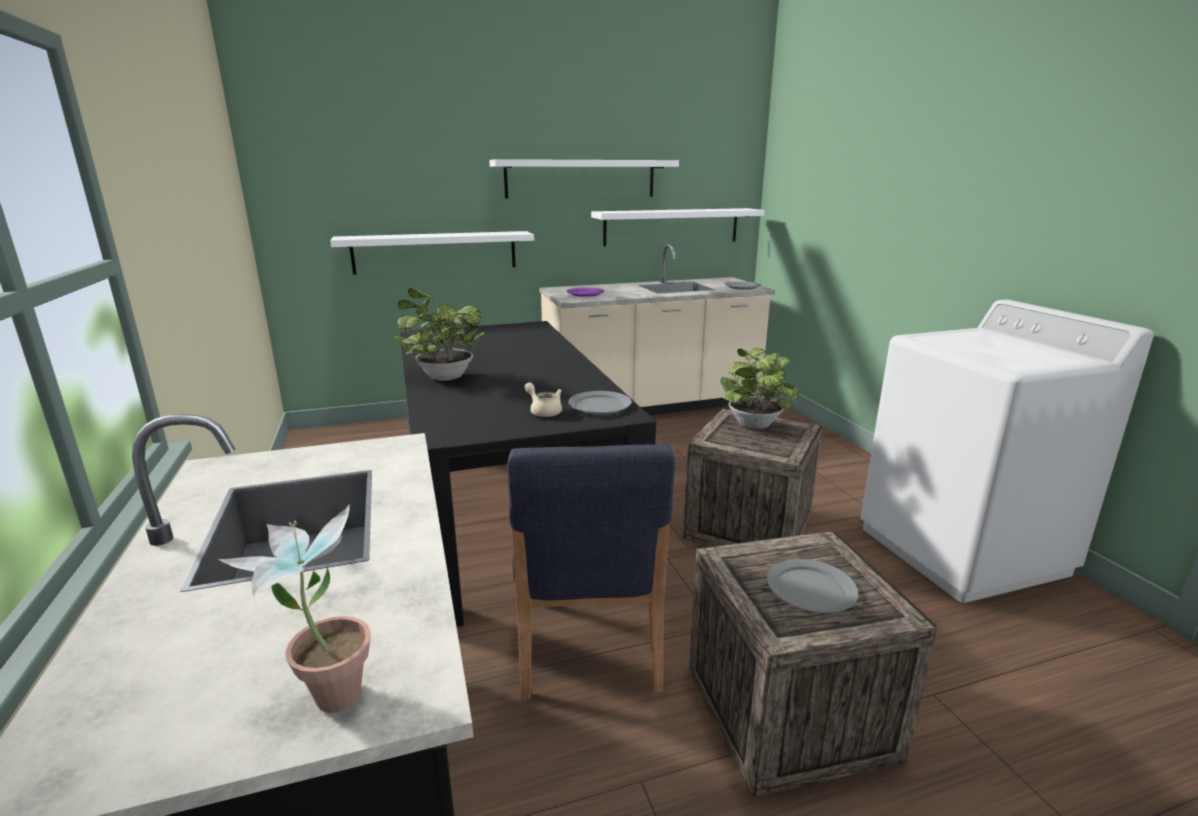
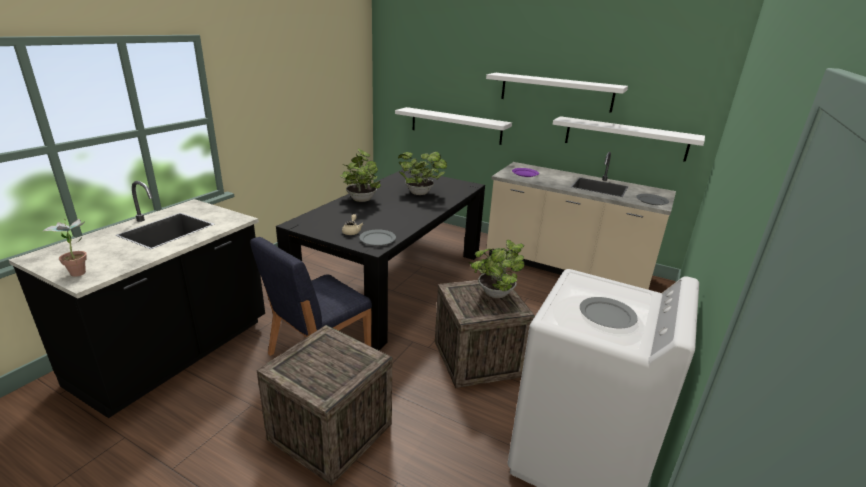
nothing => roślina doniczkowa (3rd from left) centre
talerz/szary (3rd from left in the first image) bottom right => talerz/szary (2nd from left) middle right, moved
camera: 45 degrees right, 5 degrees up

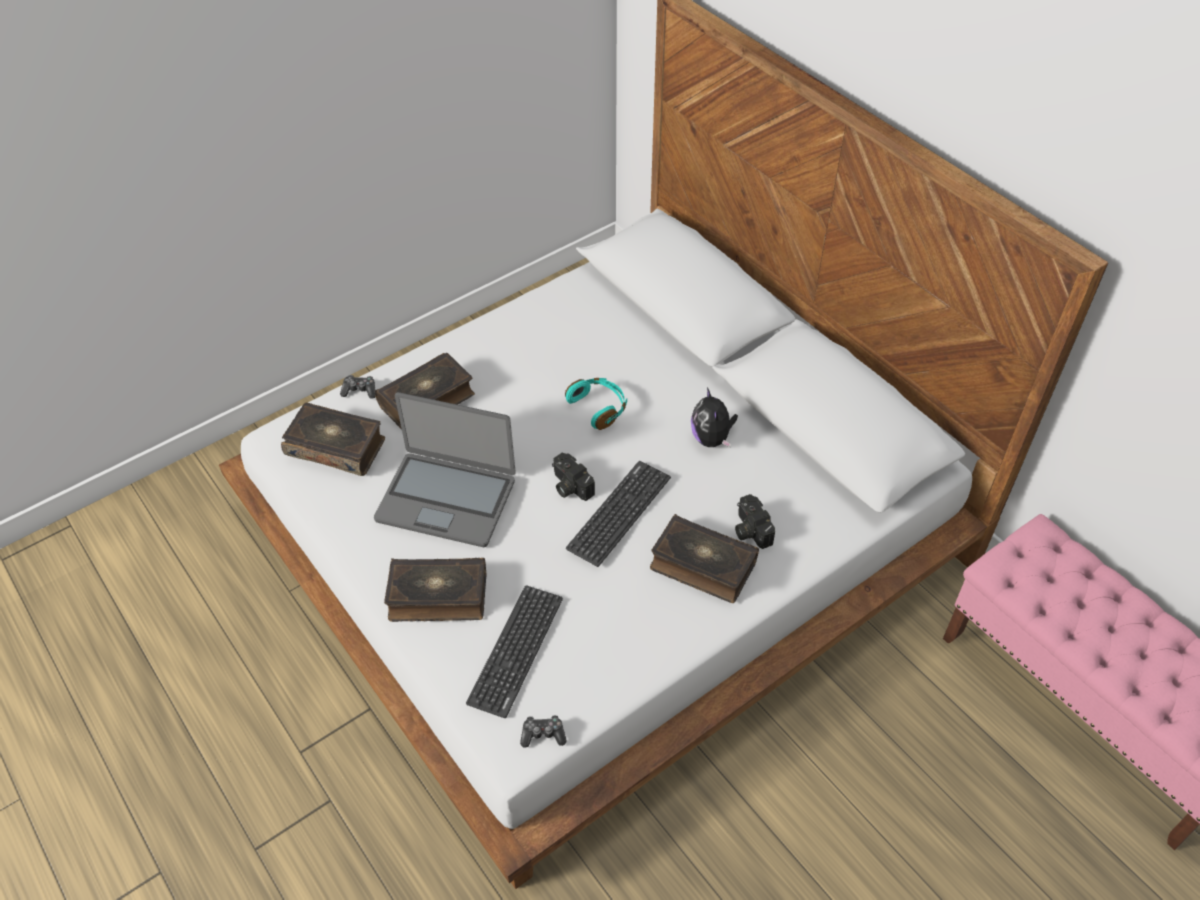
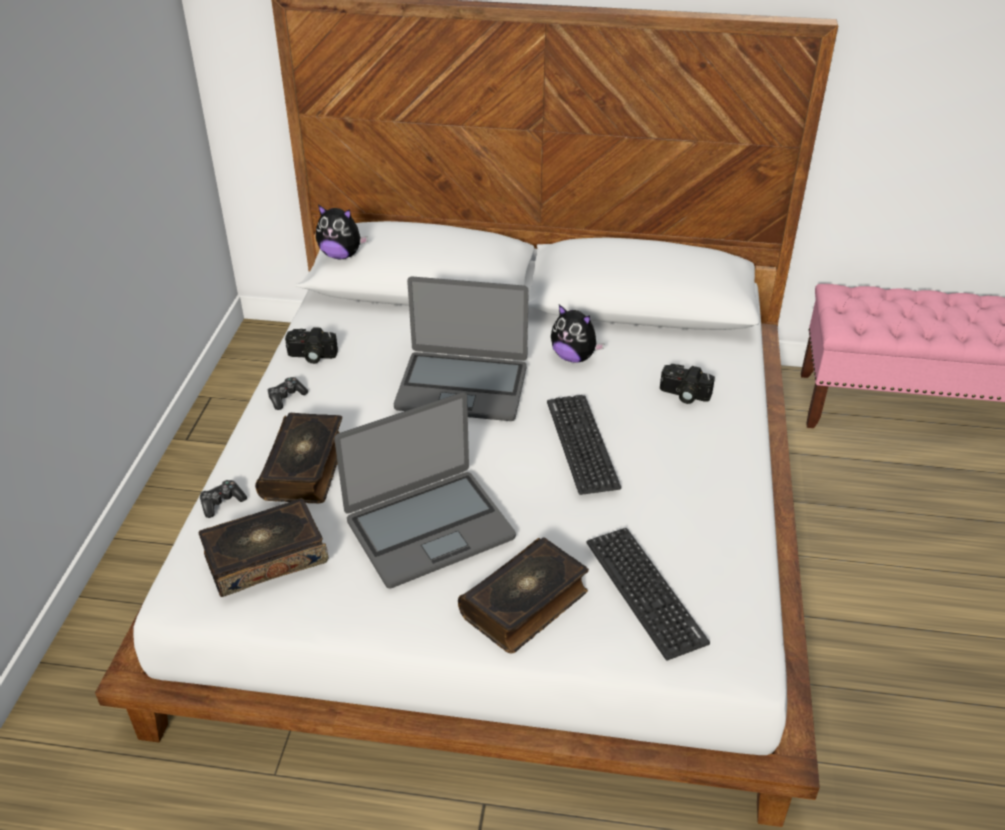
książka (4th from left) centre => nothing
nothing => pluszak (1st from left) top centre
pad do gier (2nd from left) bottom centre => pad do gier (2nd from left) middle left, moved
aparat fotograficzny (1st from left) centre => aparat fotograficzny (1st from left) middle left, moved
słuchawki/turkusowy centre => laptop (2nd from left) centre
camera: 45 degrees left, 10 degrees down

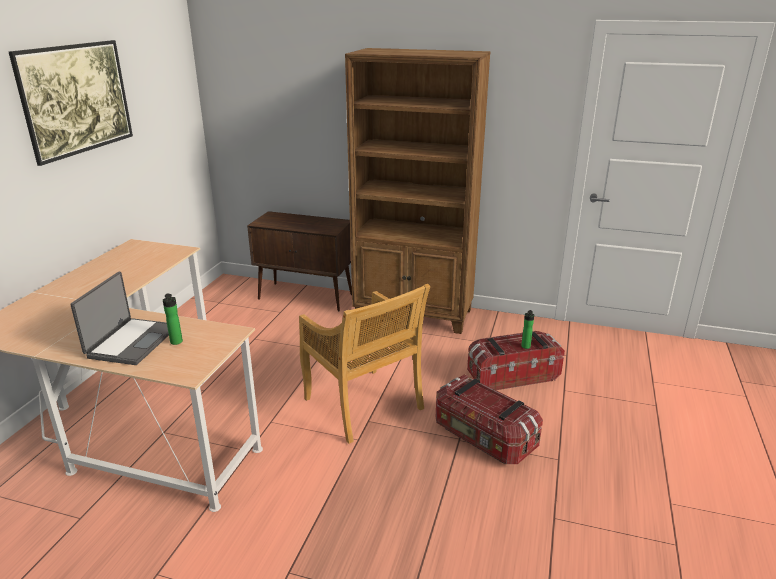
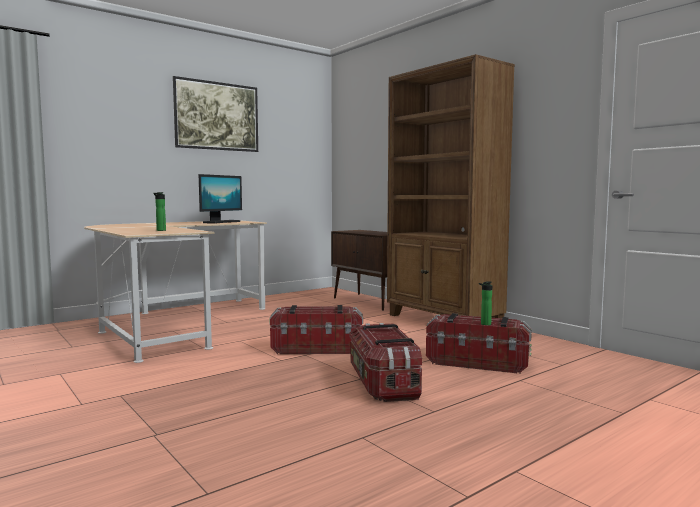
laptop middle left => nothing
nothing => monitor middle left
krzesło/beżowy centre => pojemnik do przechowywania (1st from left) centre
camera: 35 degrees right, 20 degrees down

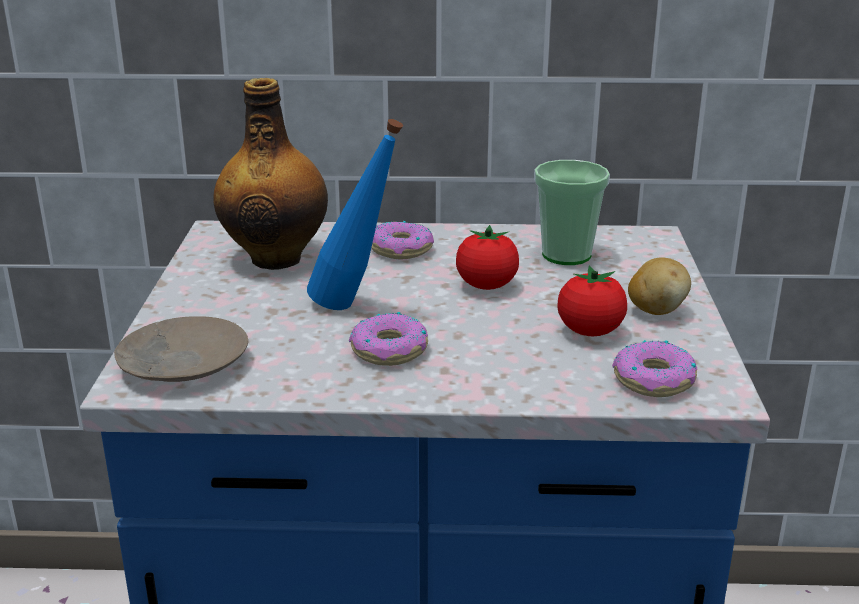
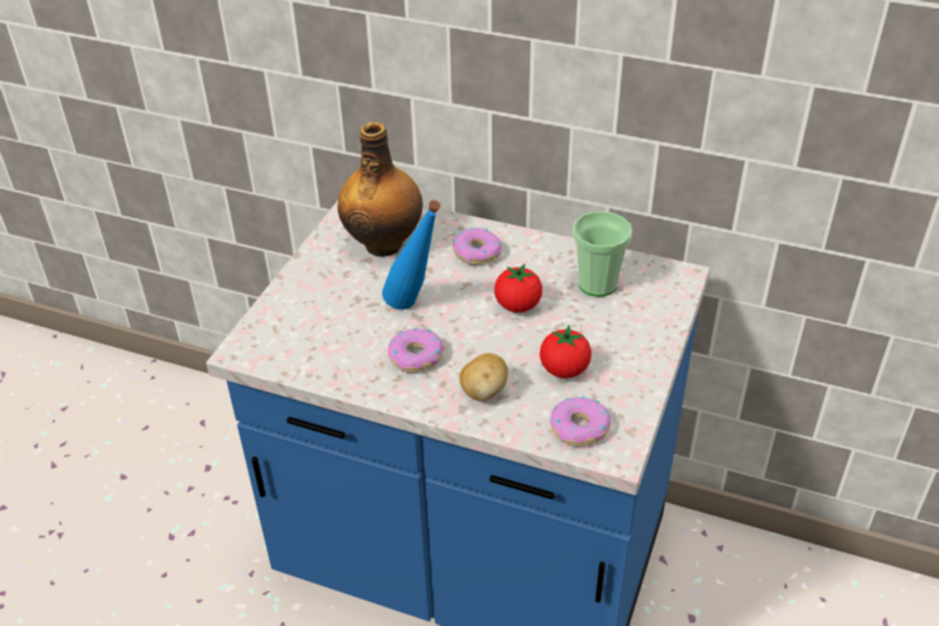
talerz/beżowy middle left => nothing
ziemniak middle right => ziemniak centre, moved
camera: 20 degrees right, 15 degrees up

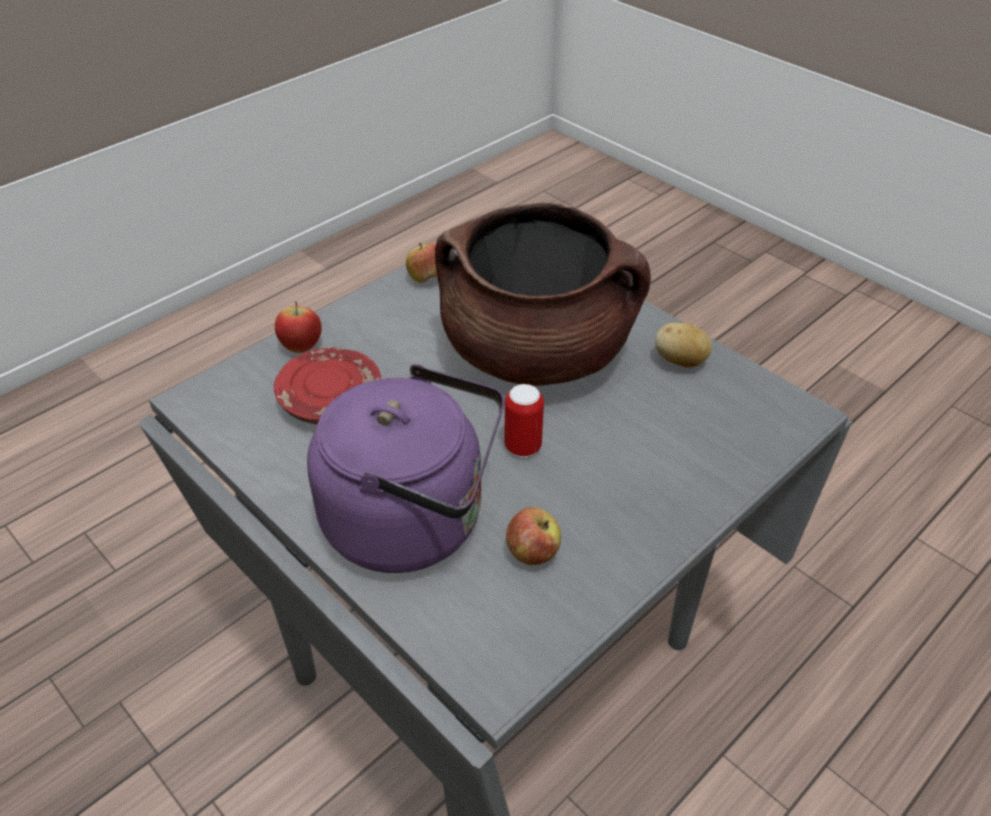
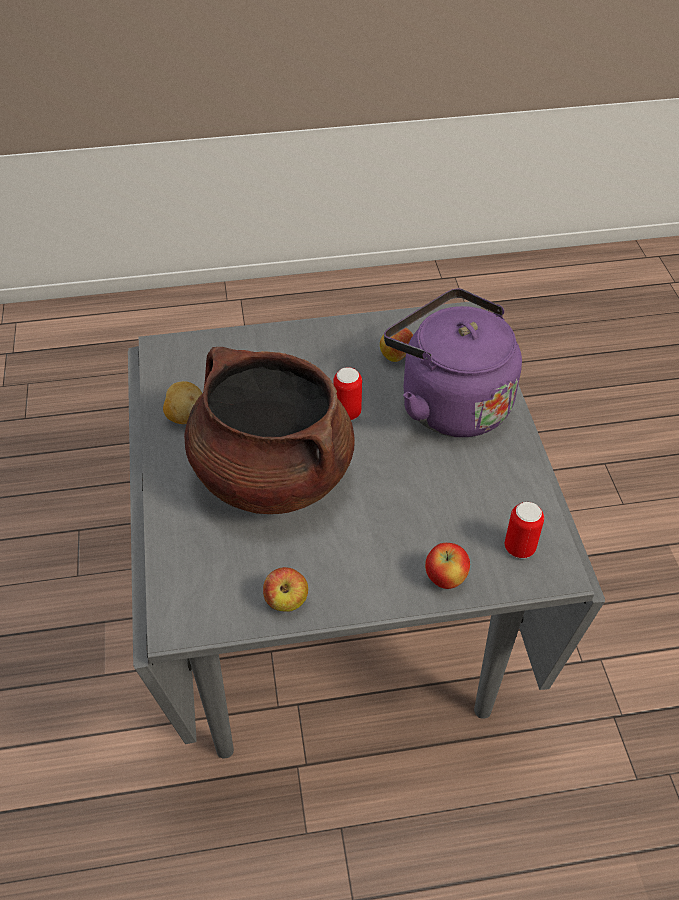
talerz/czerwony middle left => nothing
nothing => puszka (2nd from left) middle right
camera: 145 degrees left, 5 degrees up

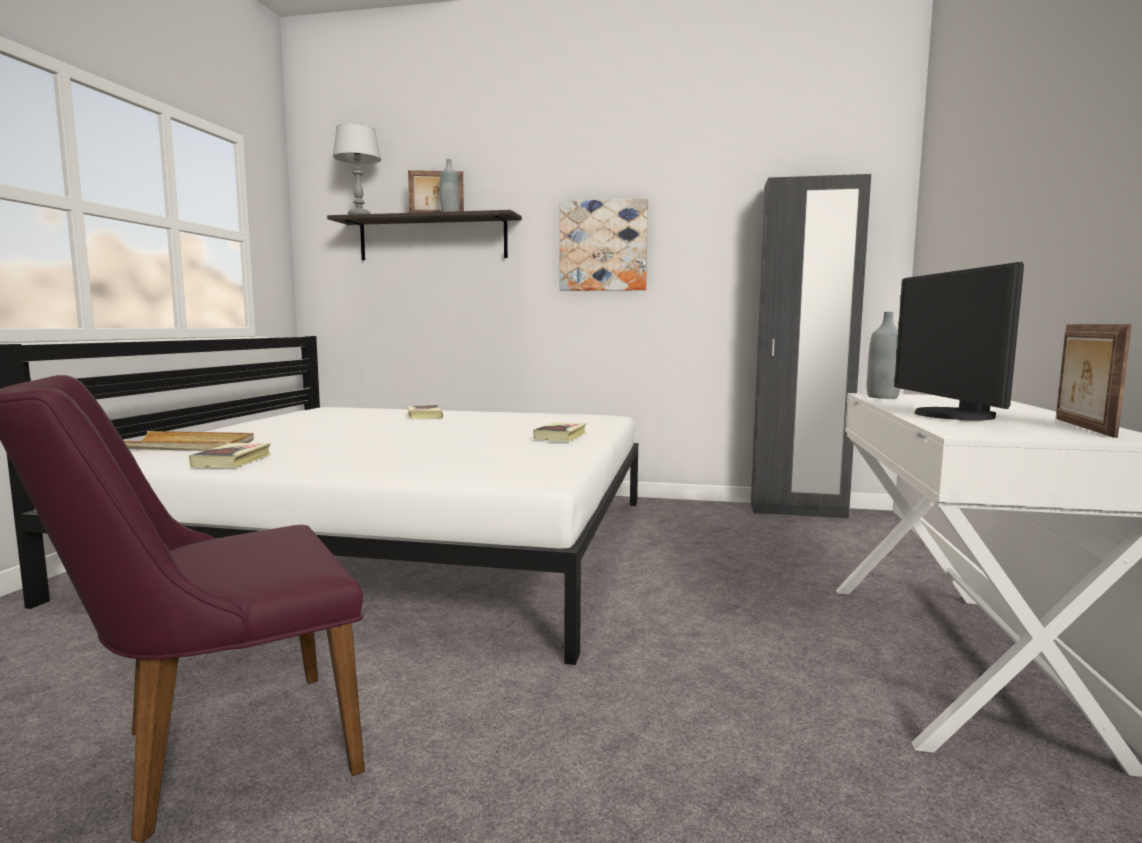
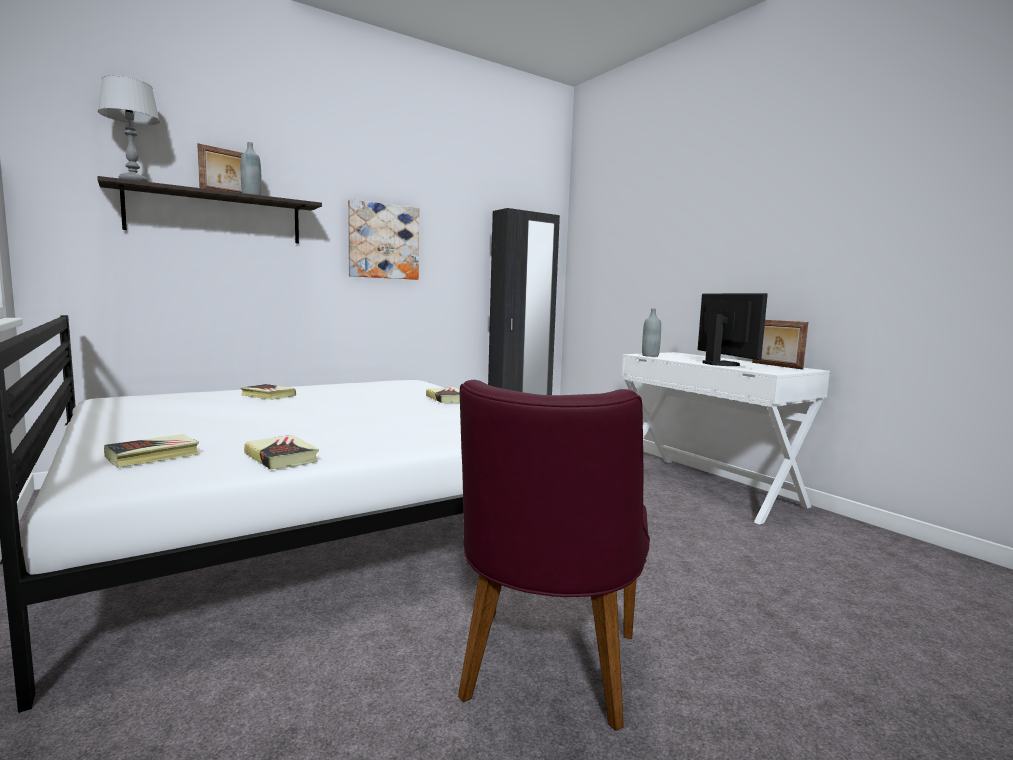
taca/beżowy middle left => książka (1st from left) middle left
monitor middle right, 150 degrees counterclockwise
camera: 45 degrees left, 0 degrees up

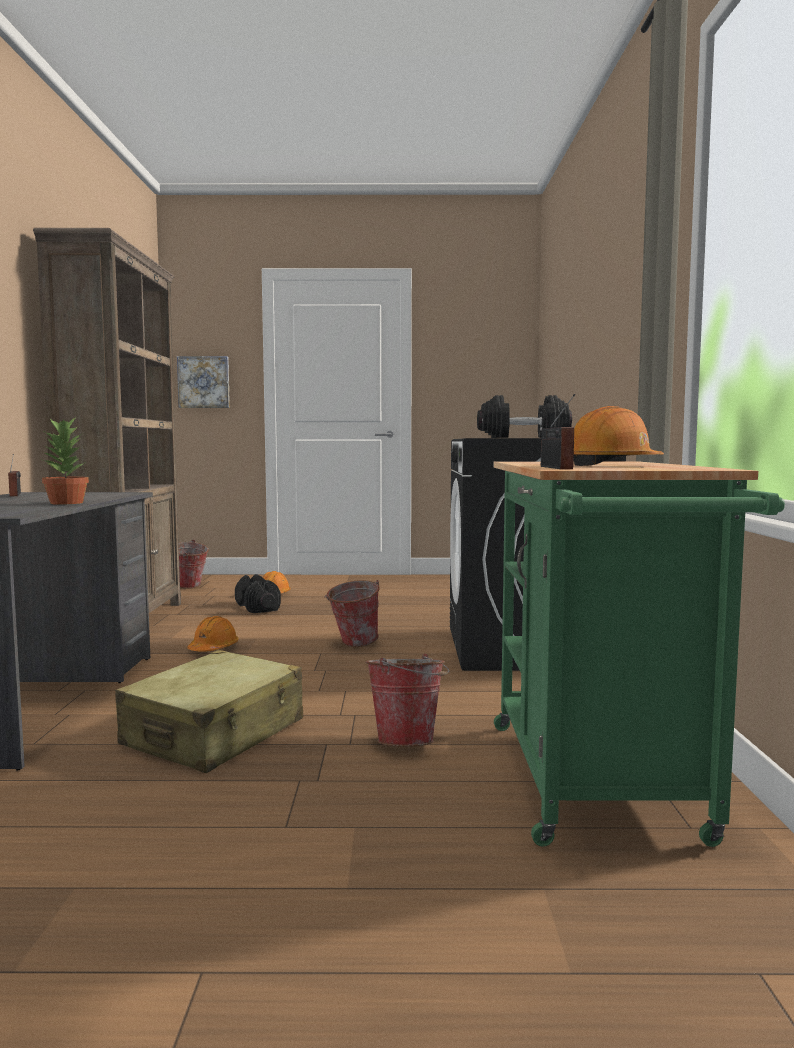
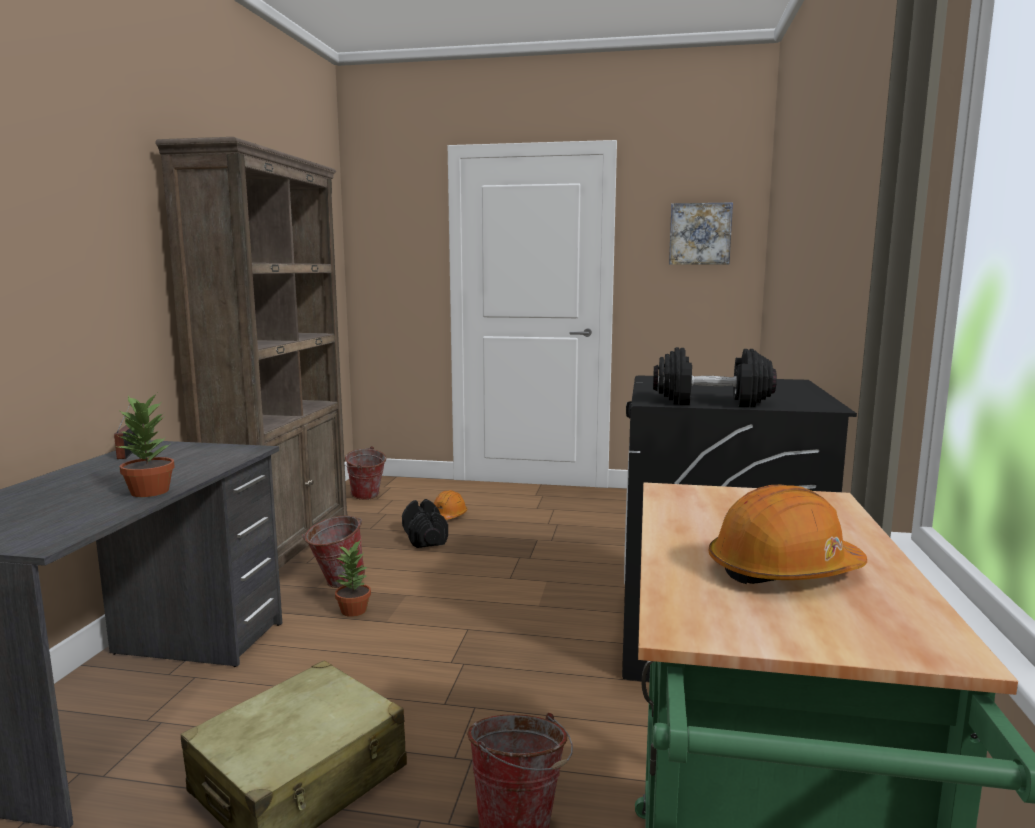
radio (2nd from left) middle right => nothing
obraz middle left => obraz top right, moved
wiadro (2nd from left in the first image) centre => wiadro (1st from left) middle left, moved
kask/pomarańczowy (1st from left) middle left => roślina doniczkowa (2nd from left) bottom centre
camera: 10 degrees right, 5 degrees up

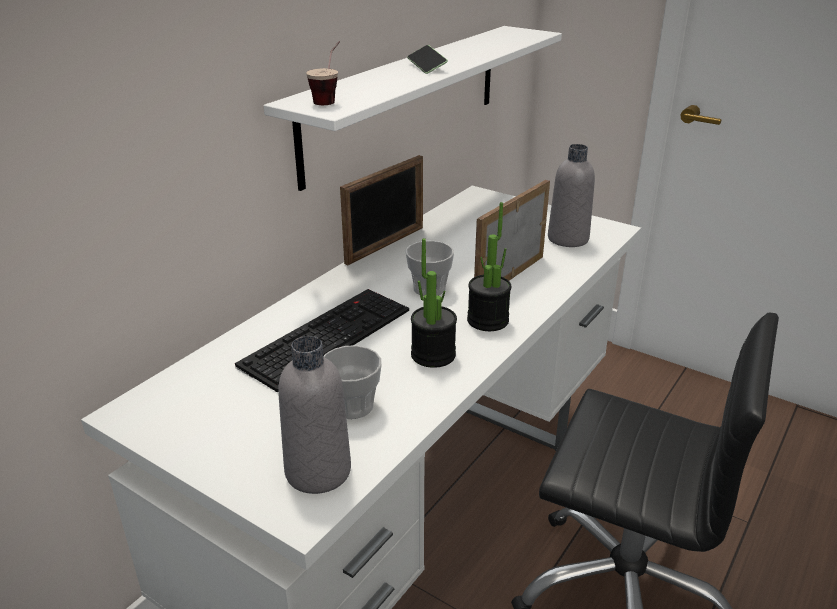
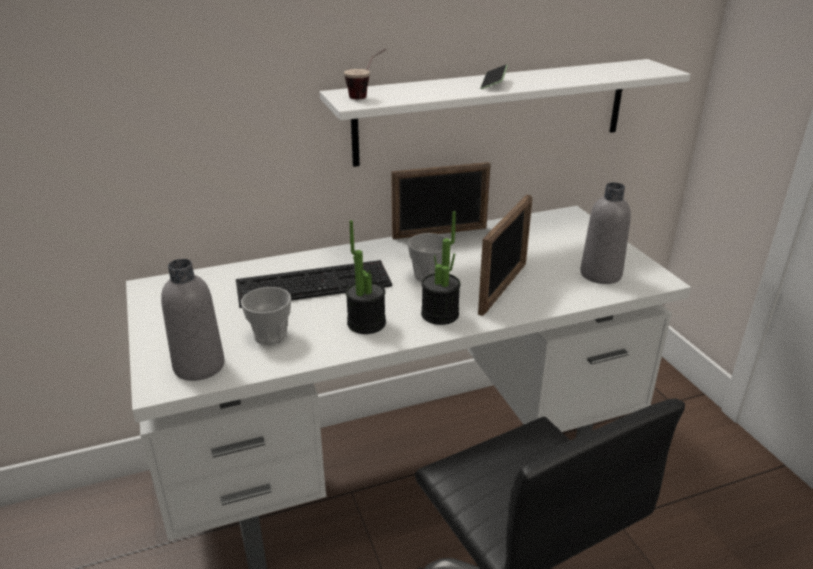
ramka na zdjęcie (2nd from left) centre, 135 degrees clockwise
camera: 35 degrees right, 0 degrees up

